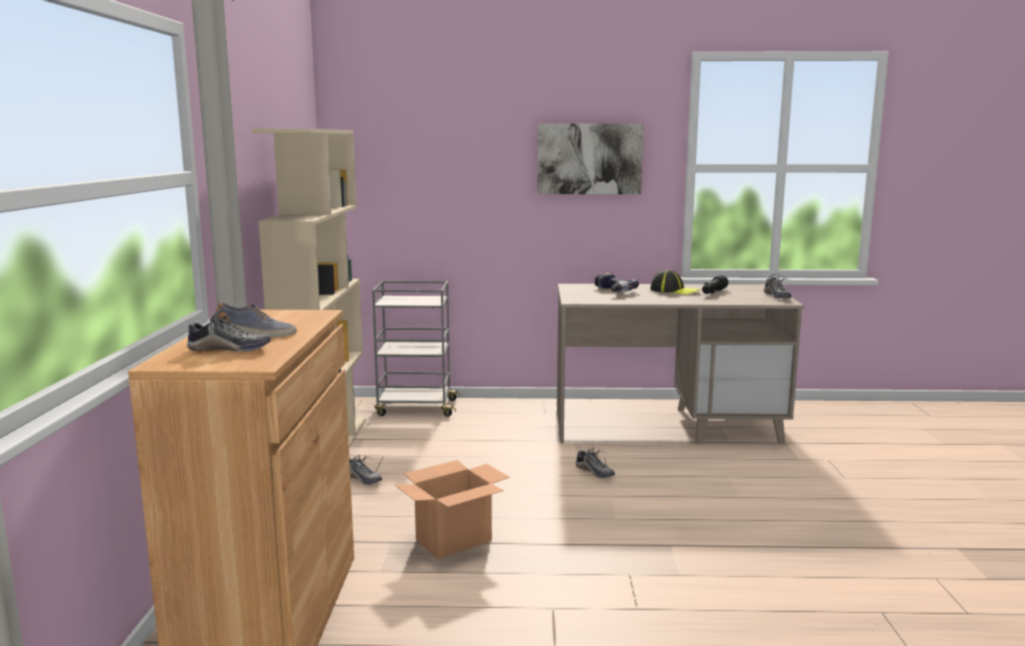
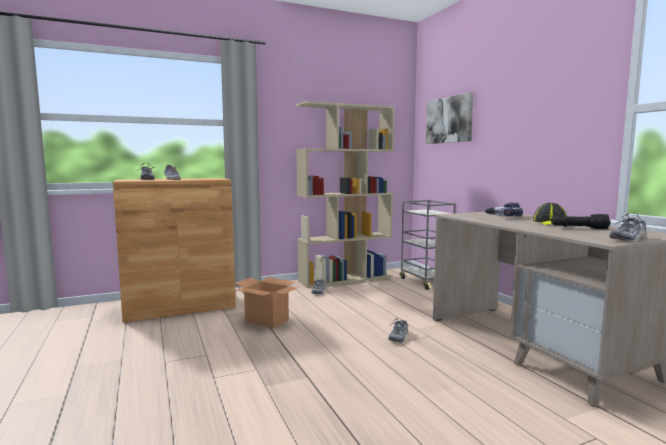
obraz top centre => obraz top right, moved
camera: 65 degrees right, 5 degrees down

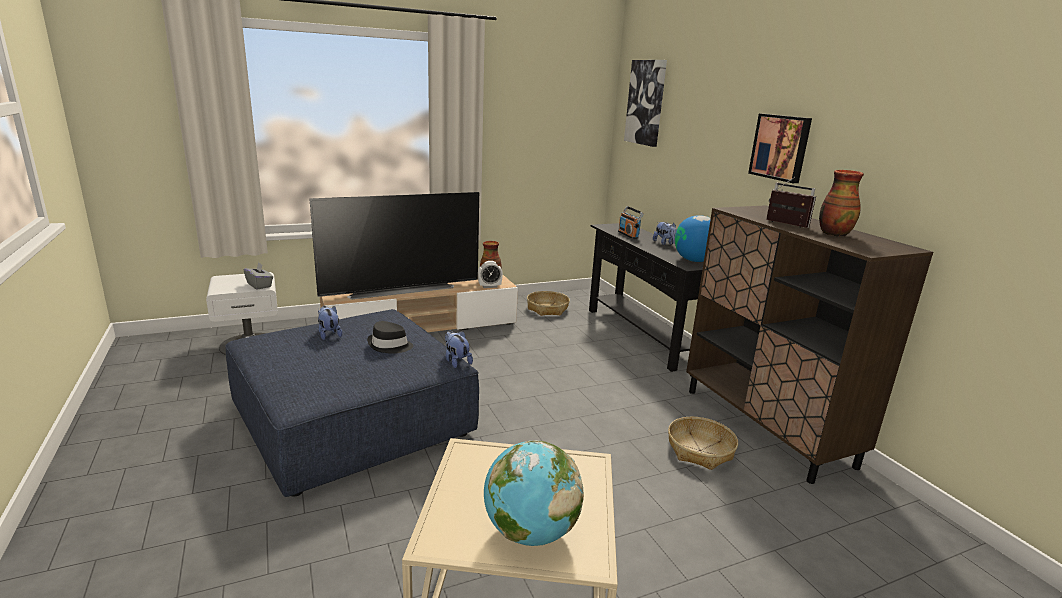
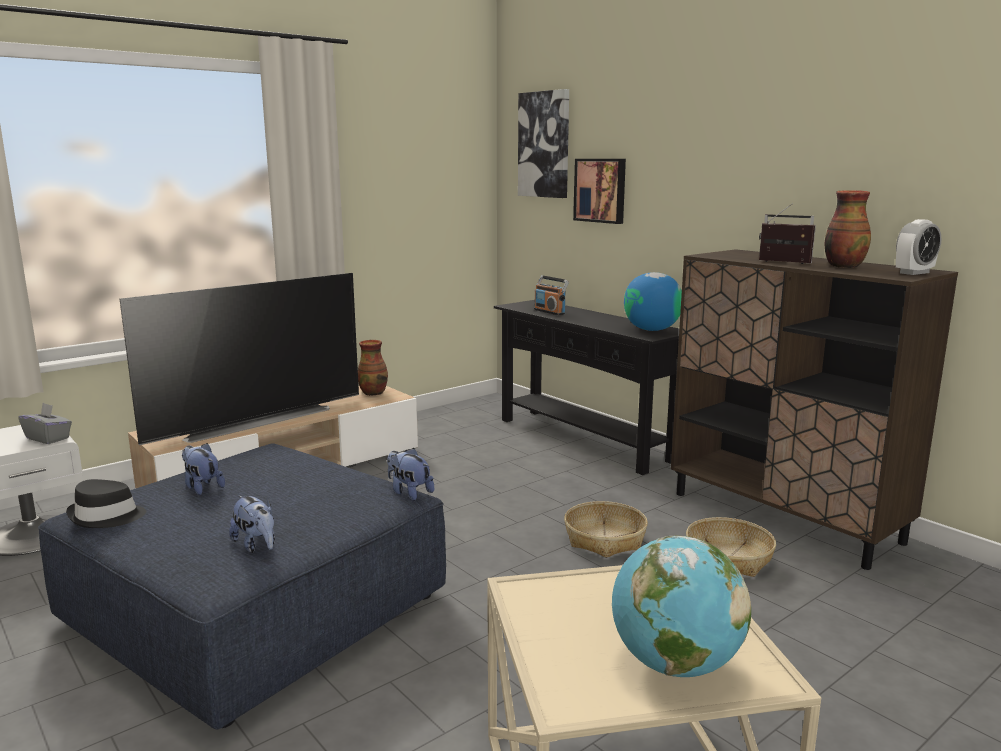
kapelusz/czarny centre => kapelusz/czarny bottom left, moved
budzik centre => budzik top right, moved
koszyk (1st from left) centre => koszyk (1st from left) bottom centre, moved
pluszak (3rd from left in the first image) centre => pluszak (2nd from left) bottom left, moved
obraz (2nd from left) top right => obraz (2nd from left) top centre, moved
camera: 15 degrees left, 5 degrees down

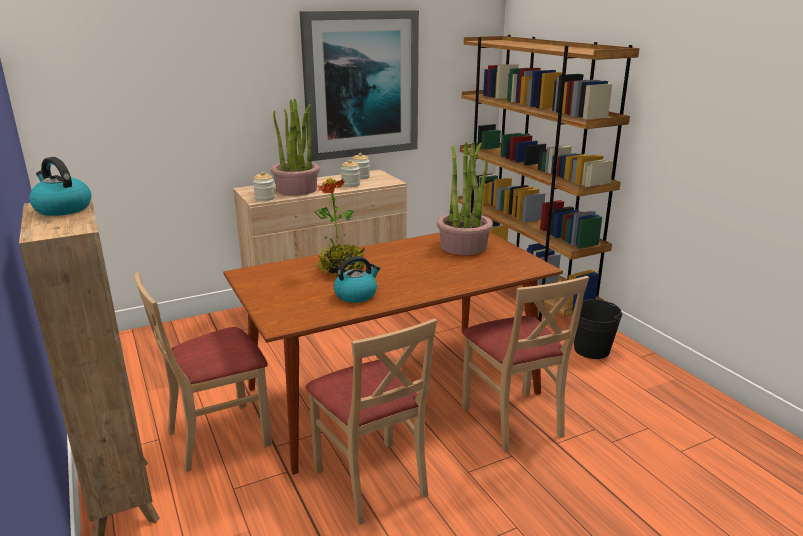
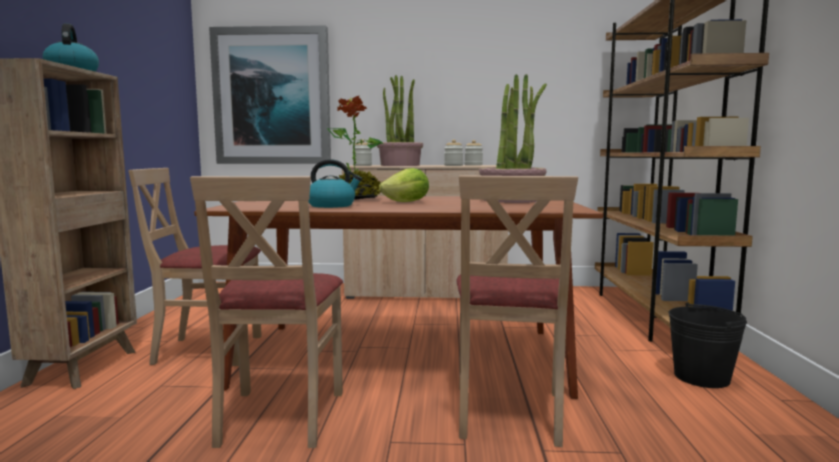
nothing => sałata centre
obraz top centre => obraz top left, moved
camera: 30 degrees right, 15 degrees down

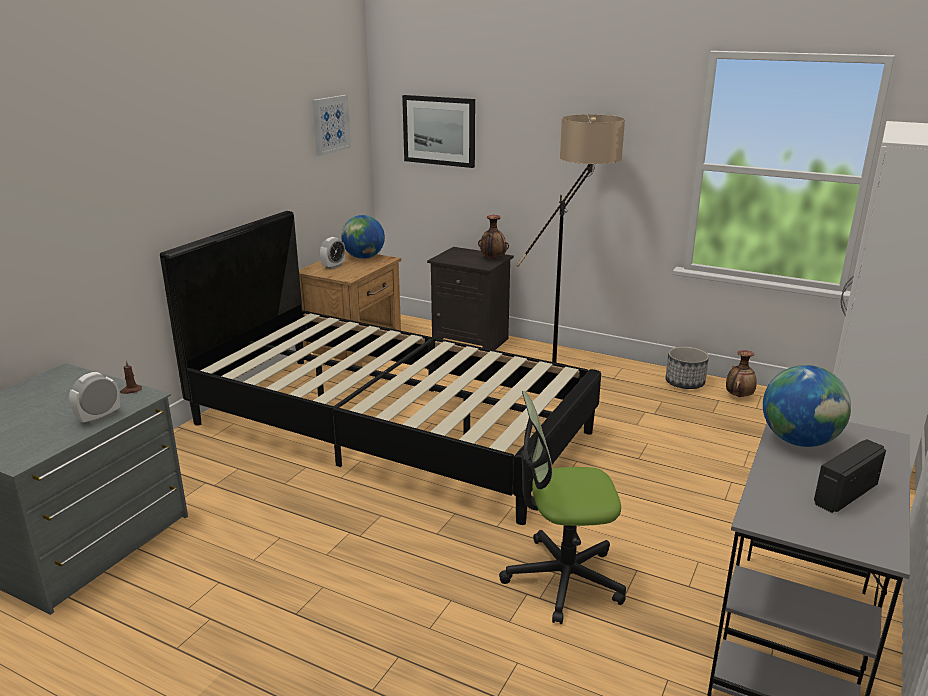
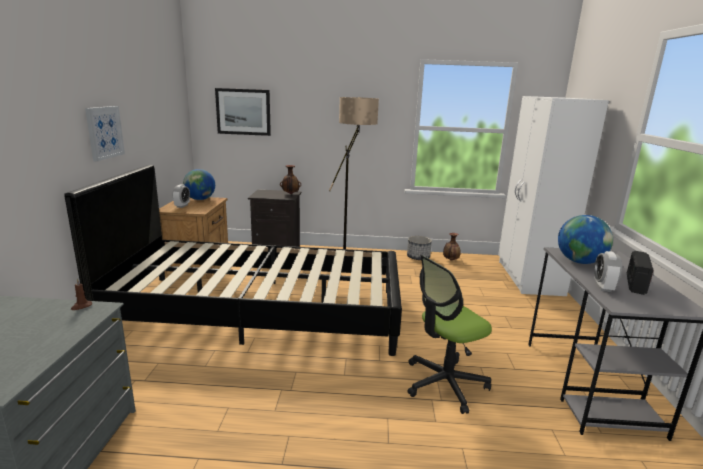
budzik (1st from left in the first image) middle left => budzik (2nd from left) middle right, moved
obraz (1st from left) top centre => obraz (1st from left) top left, moved
camera: 25 degrees left, 5 degrees down

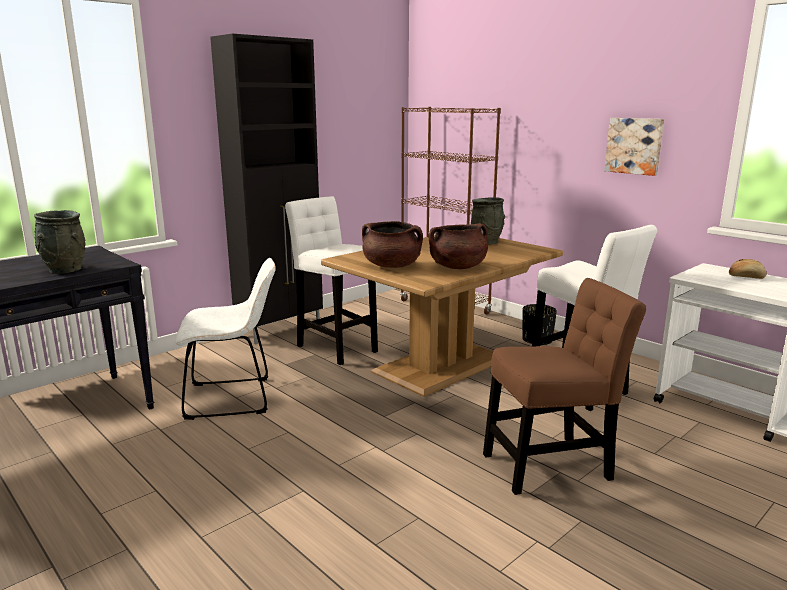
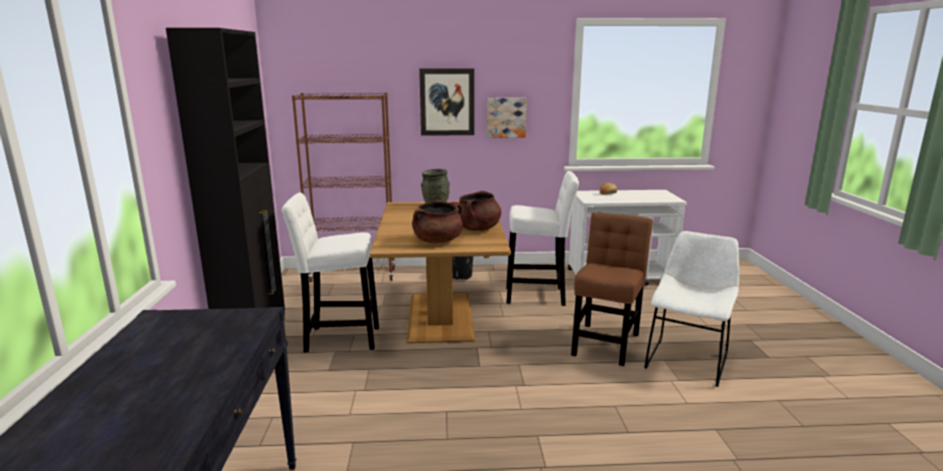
wazon/szary (1st from left) middle left => nothing
nothing => obraz (1st from left) top centre
krzesło/biały middle left => krzesło/biały middle right, moved
camera: 50 degrees left, 0 degrees up

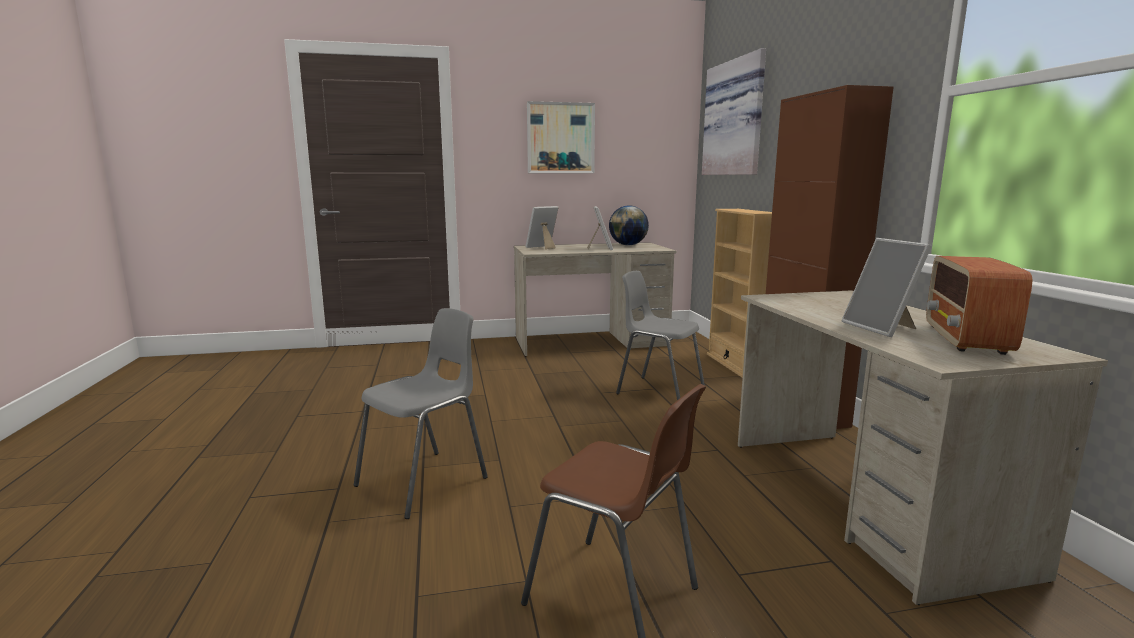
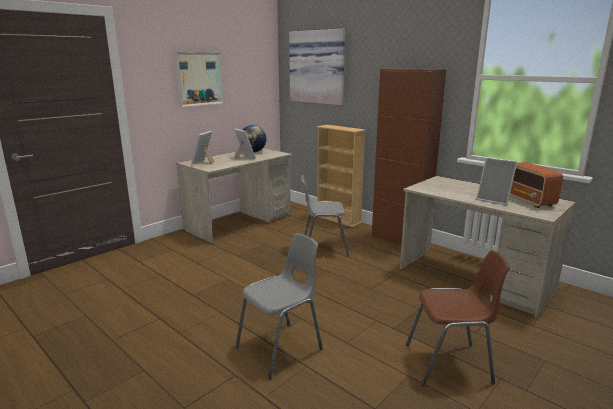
krzesło/szary (1st from left) centre => krzesło/szary (1st from left) bottom centre, 45 degrees clockwise
camera: 35 degrees left, 5 degrees up

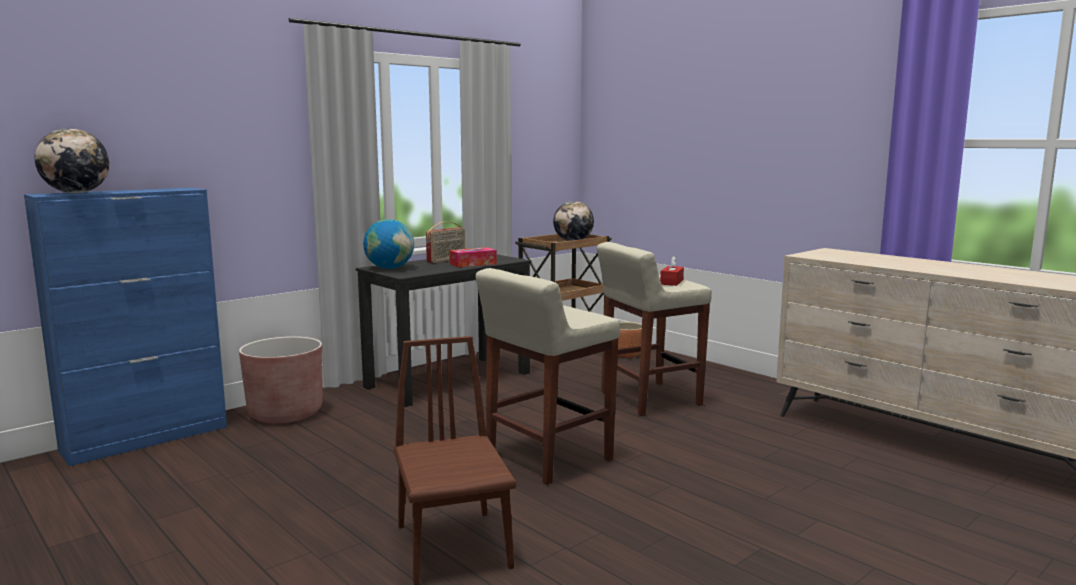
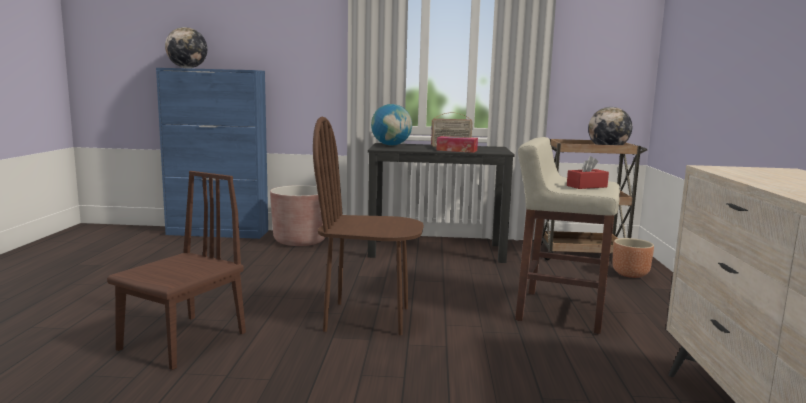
stołek/beżowy (1st from left) centre => krzesło/brązowy (2nd from left) centre
camera: 45 degrees right, 0 degrees up

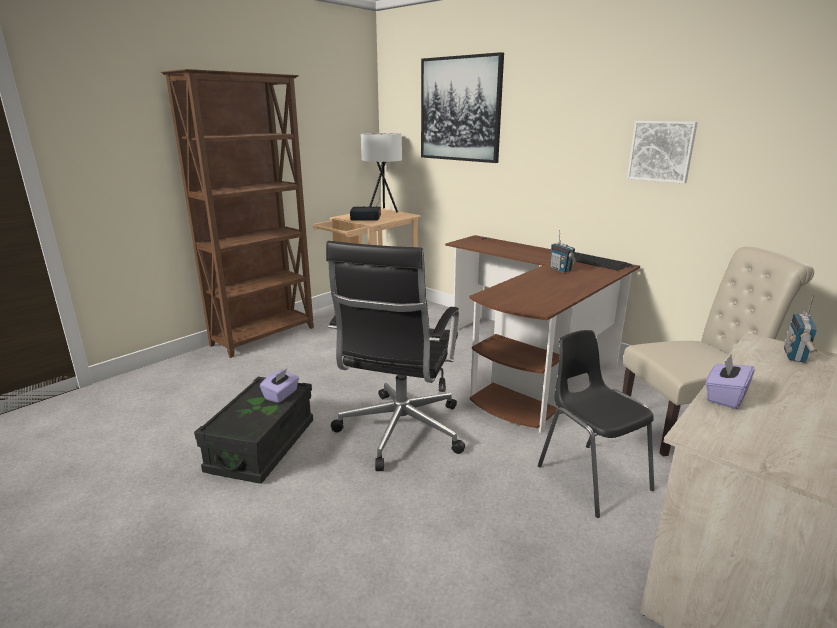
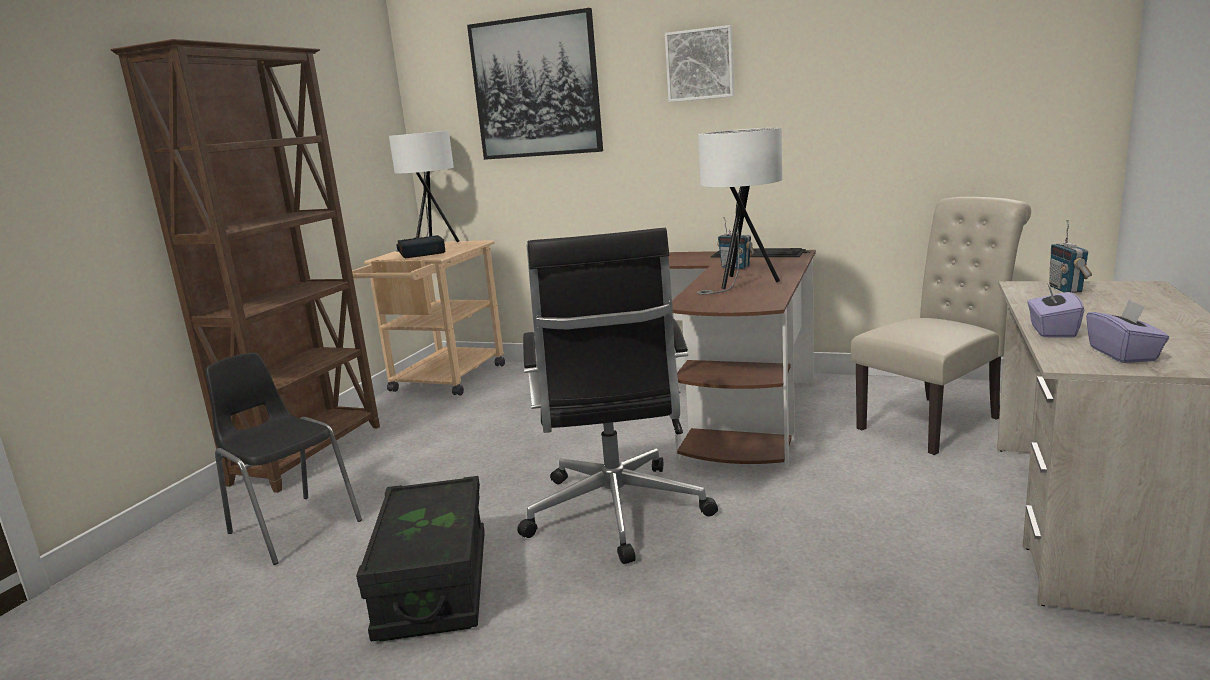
nothing => lampa stołowa/biały (2nd from left) top centre
pudełko chusteczek/fioletowy (1st from left in the first image) centre => pudełko chusteczek/fioletowy (2nd from left) middle right, moved
krzesło/czarny bottom right => krzesło/czarny bottom left, moved
obraz (2nd from left) top right => obraz (2nd from left) top centre, moved
camera: 20 degrees left, 5 degrees down

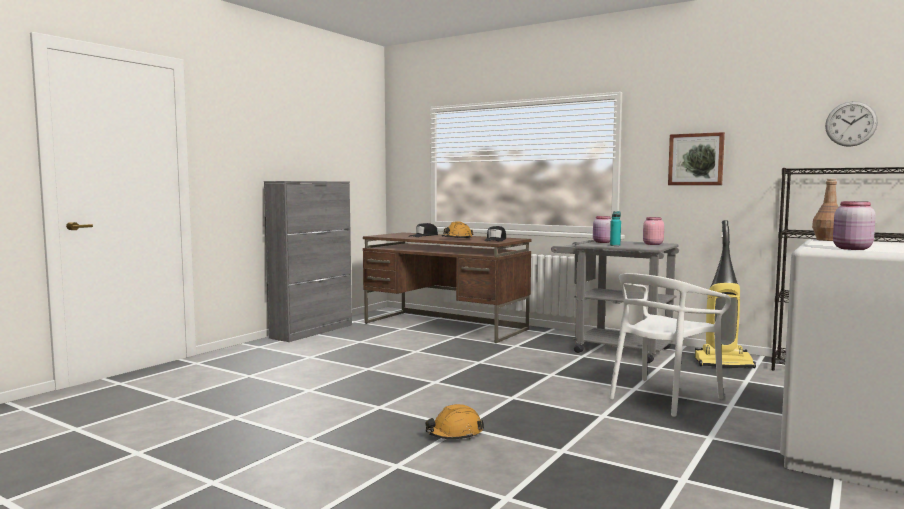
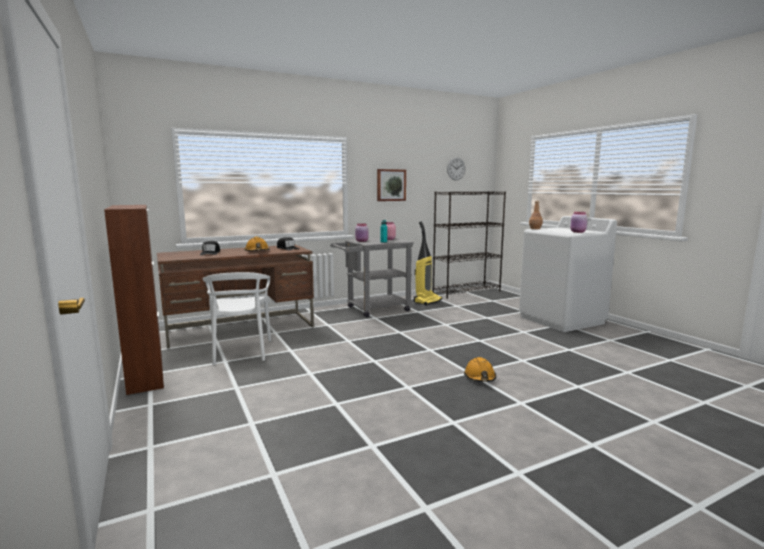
krzesło/biały bottom right => krzesło/biały middle left, moved
szafka/szary centre => szafka/brązowy middle left
camera: 60 degrees left, 5 degrees up

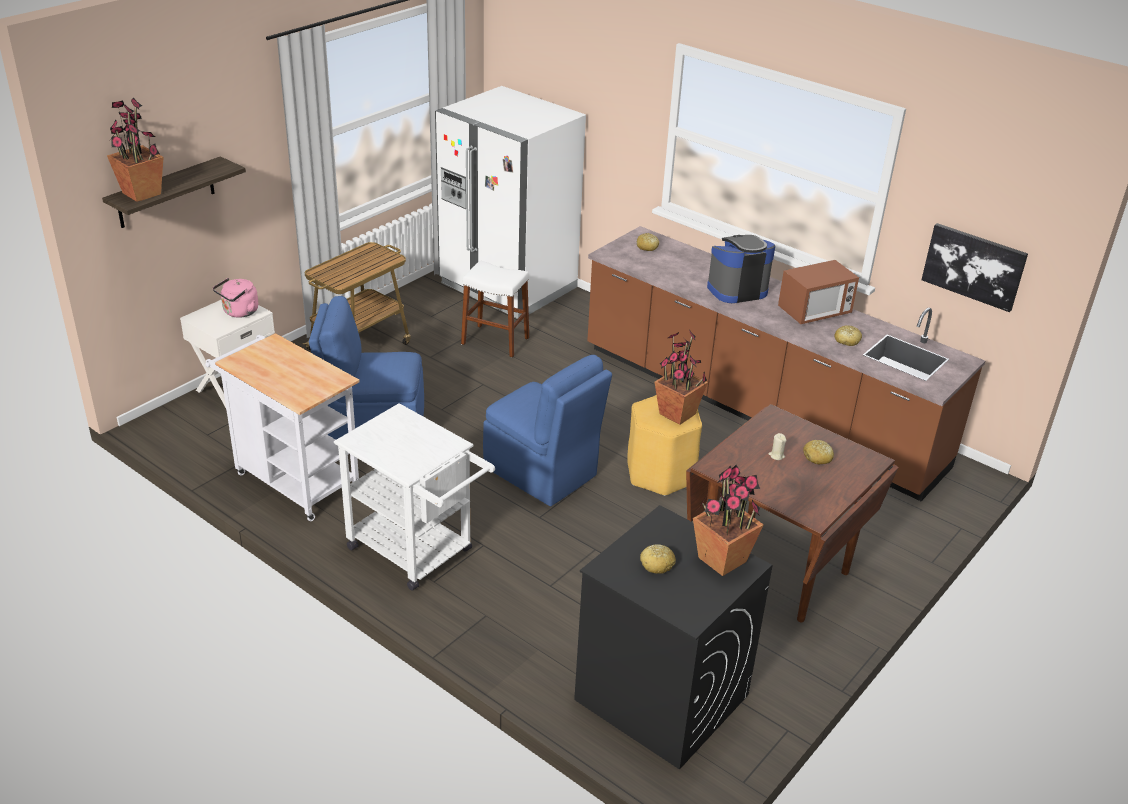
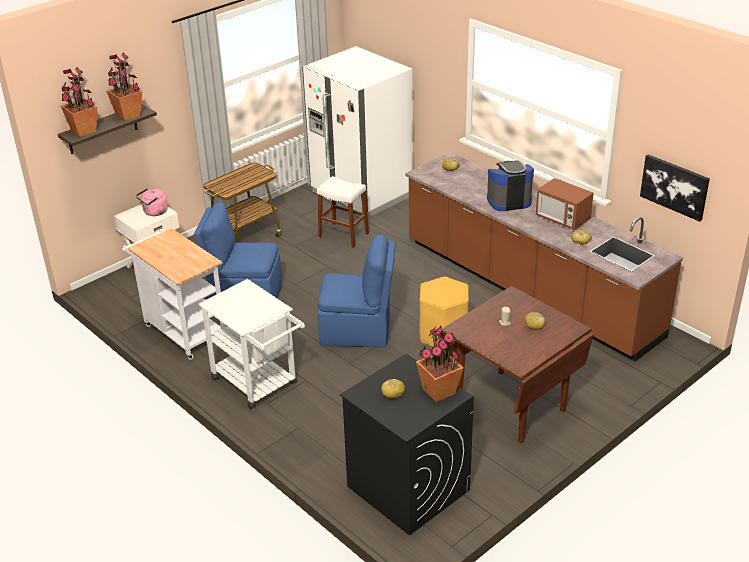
roślina doniczkowa (2nd from left) centre => roślina doniczkowa (2nd from left) top left, moved
krzesło/niebieski (2nd from left) centre, 45 degrees counterclockwise
mikrofalówka middle right, 60 degrees clockwise
camera: 10 degrees right, 0 degrees up

